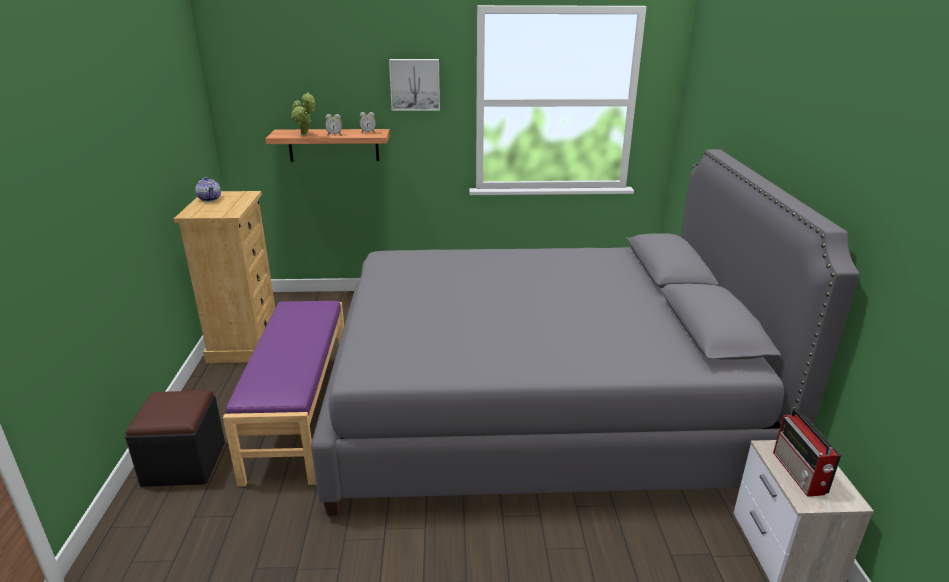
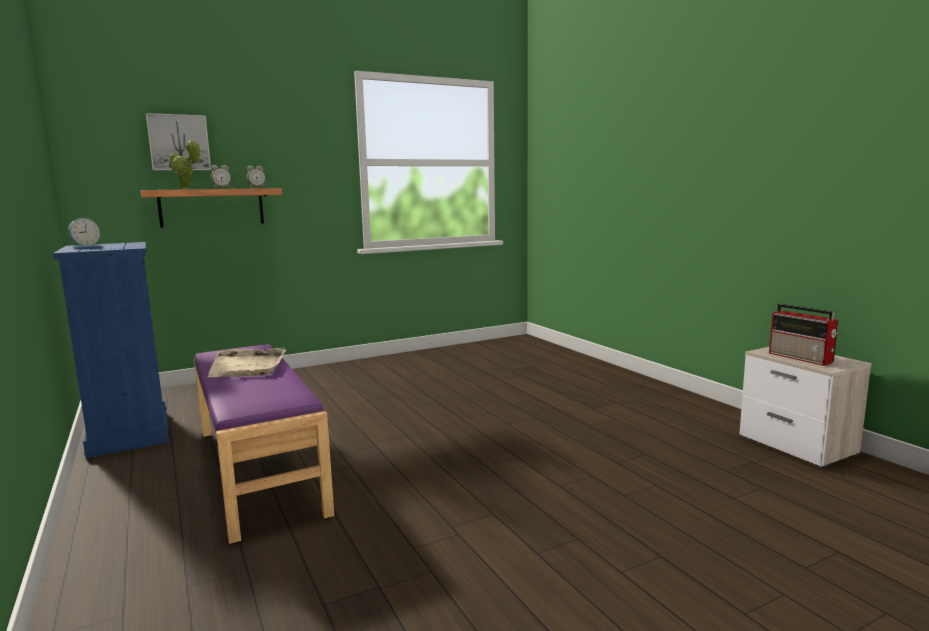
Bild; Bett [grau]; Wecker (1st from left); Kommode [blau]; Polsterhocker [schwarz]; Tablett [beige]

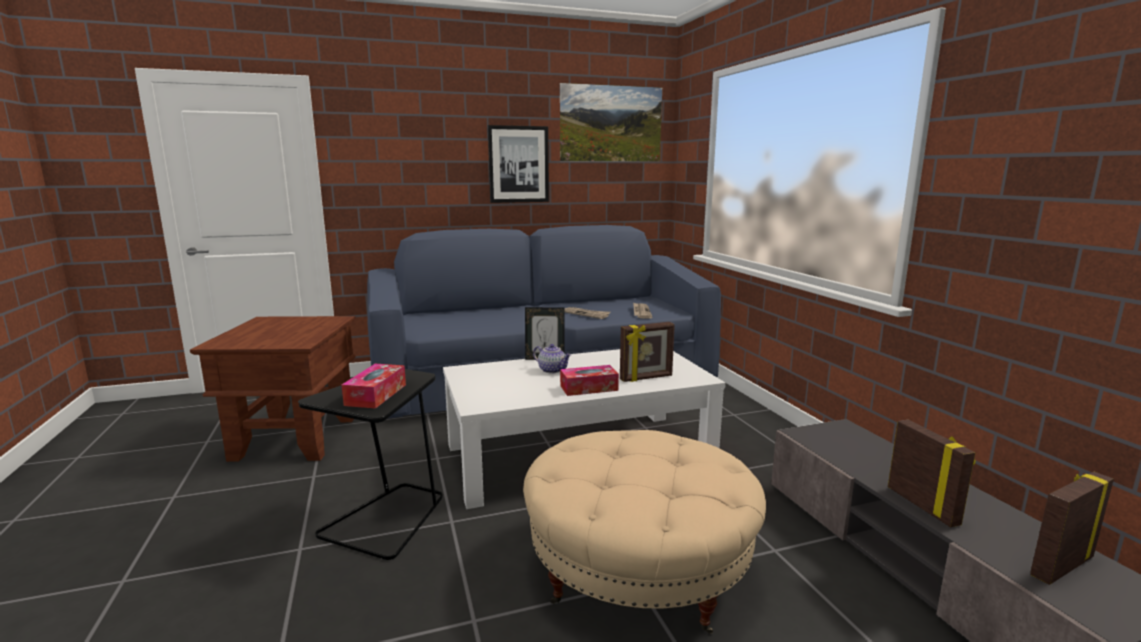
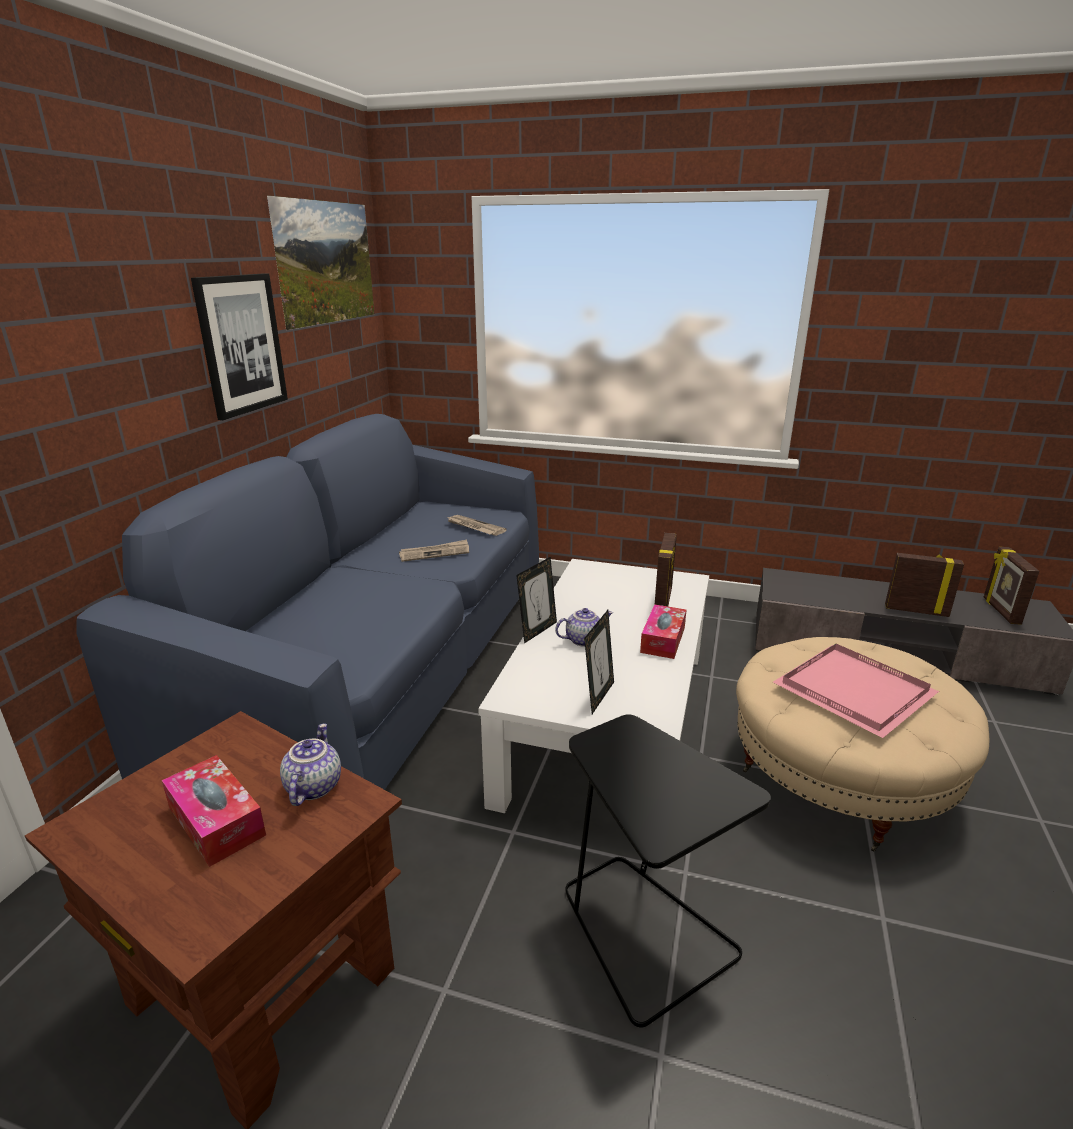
Taschentuchbox (1st from left); Bilderrahmen (2nd from left); Tablett [rosa]; Teekanne (1st from left)

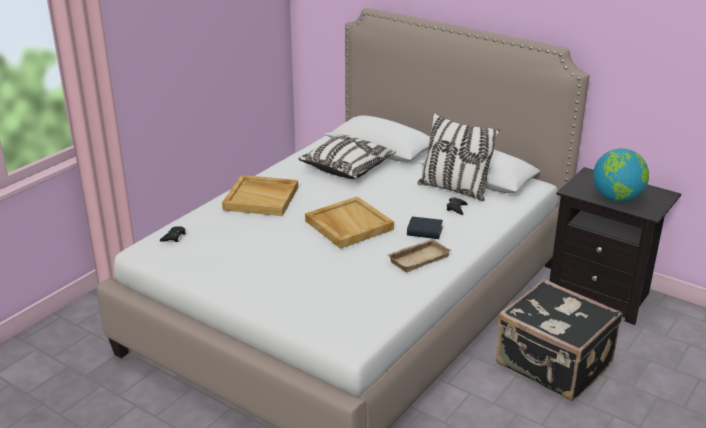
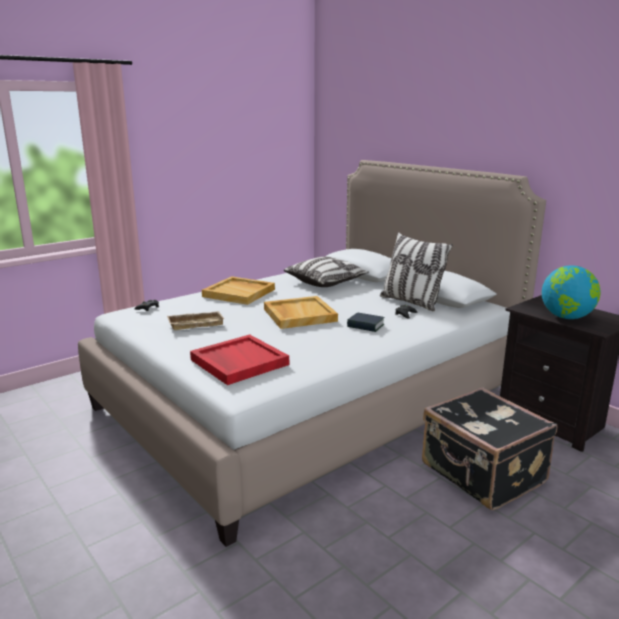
Tablett [beige] (1st from left); Tablett [rot]

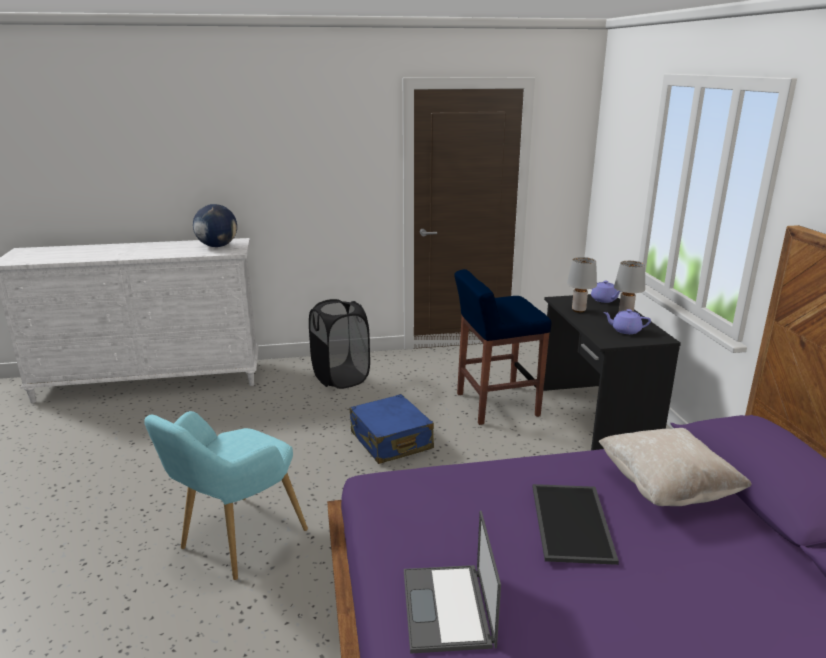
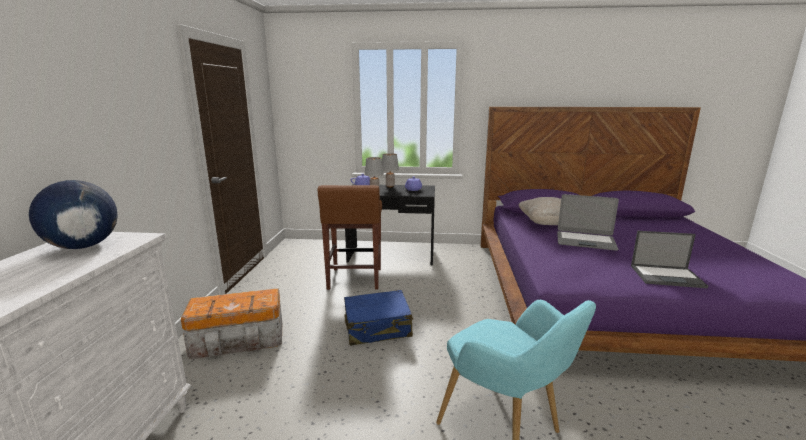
Hocker [braun]; Aufbewahrungsbox; Laptop (1st from left)

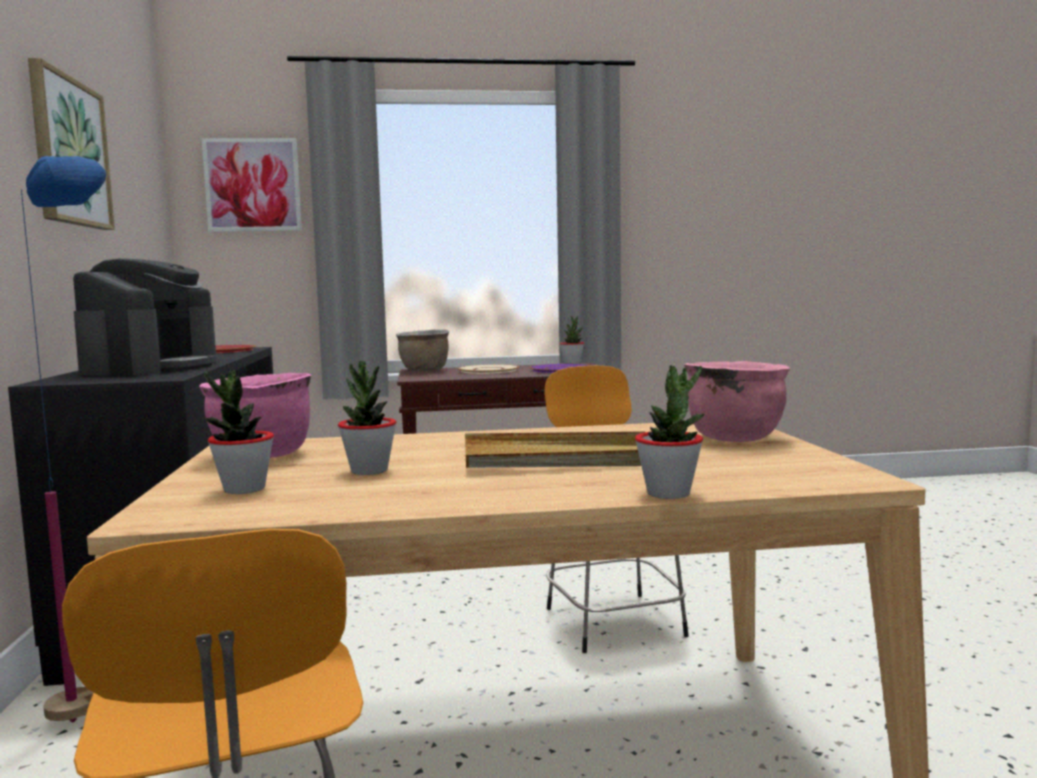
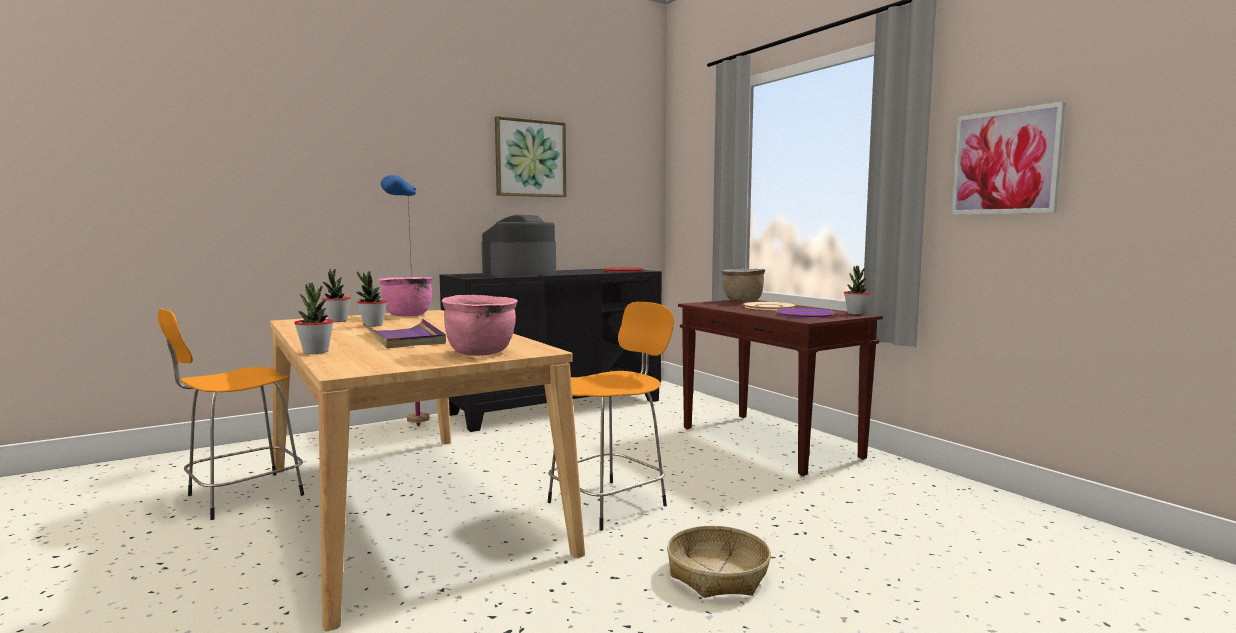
Bild (2nd from left); Kaffeemaschine; Tablett [lila]; Korb

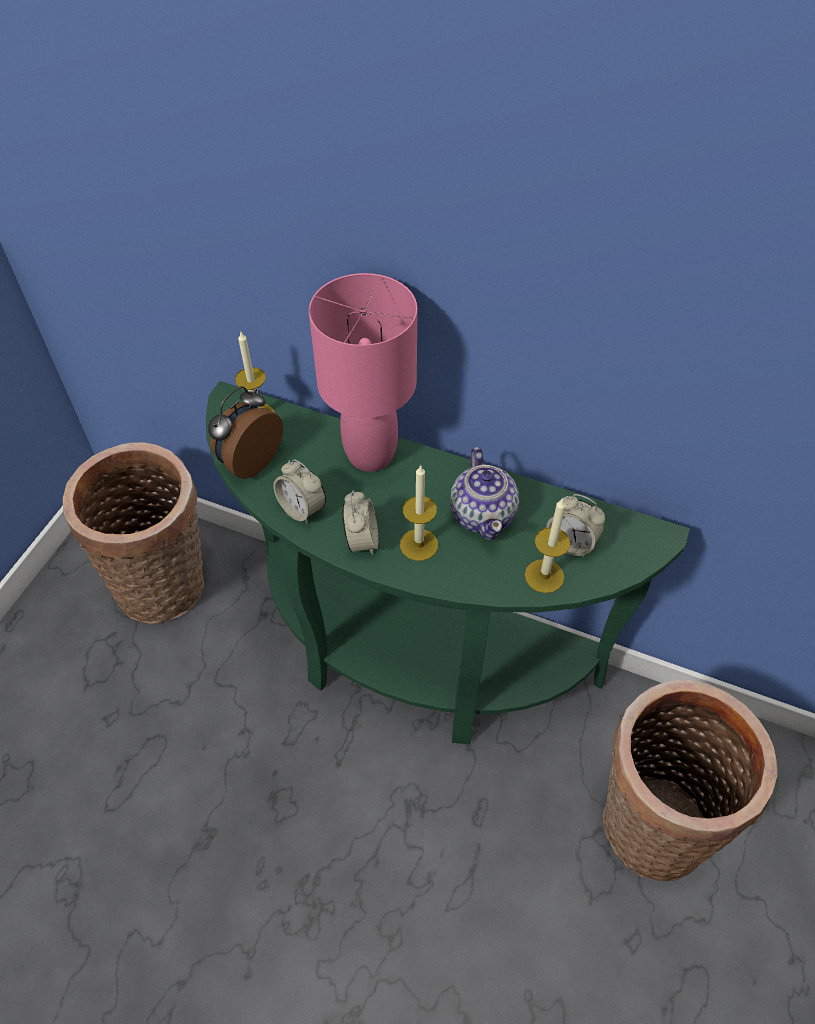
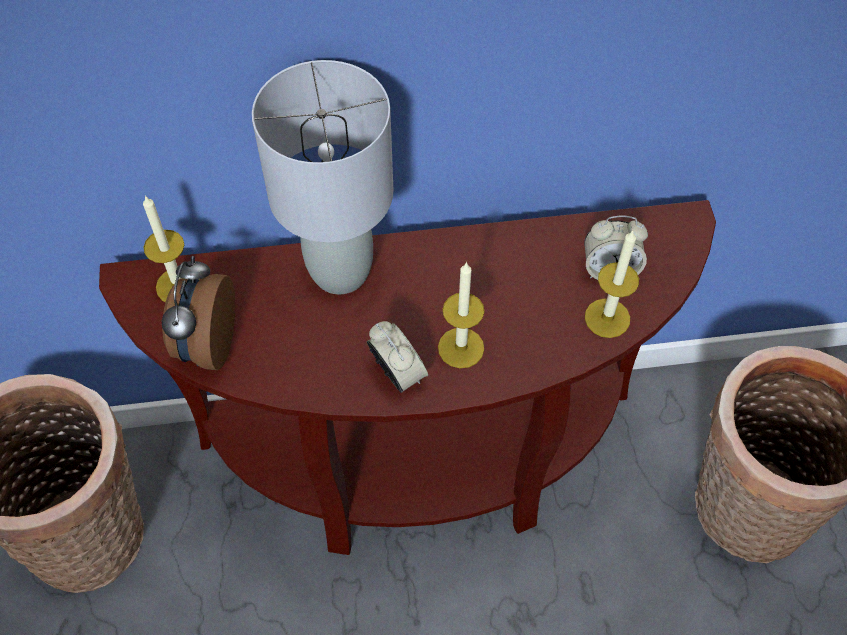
Tischlampe [grau]; Konsolentisch [braun]; Teekanne; Wecker (2nd from left in the first image)

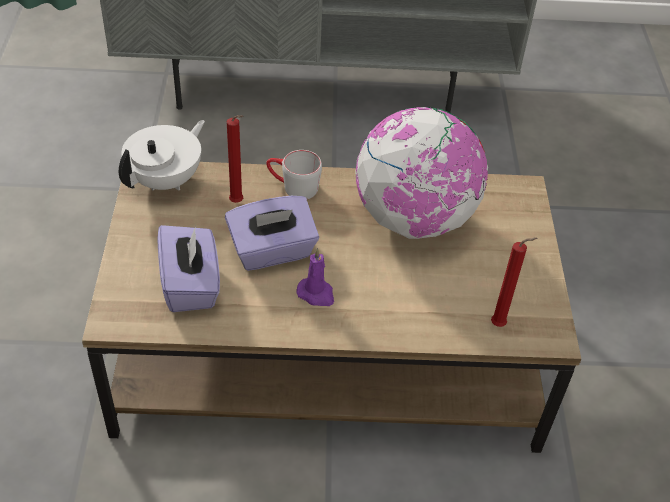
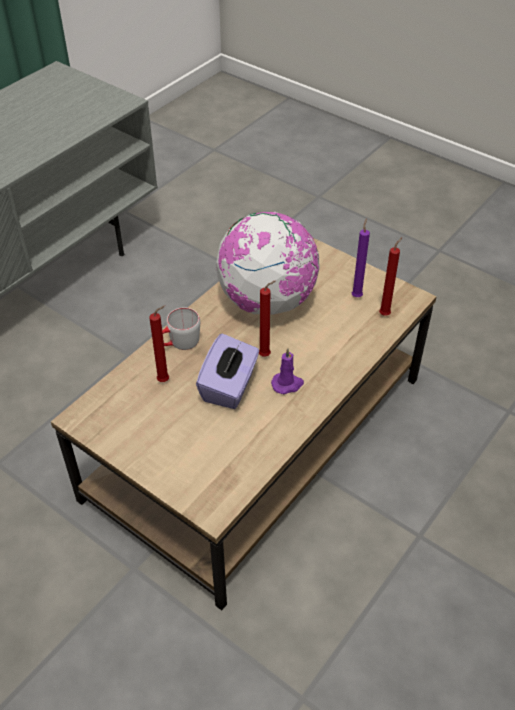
Teekanne [weiß]; Taschentuchbox [lila] (1st from left in the first image); Kerze [lila] (2nd from left); Kerze [rot] (2nd from left)

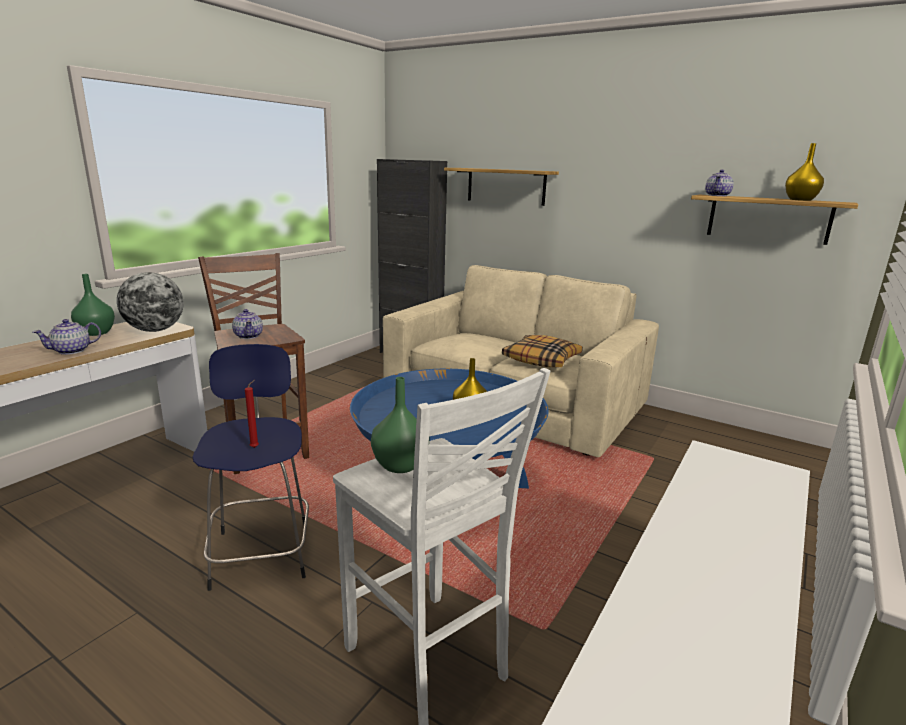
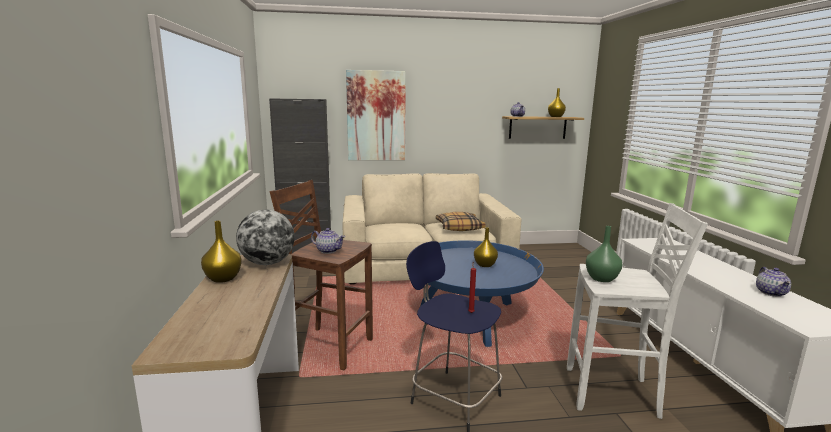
Bild; Vase [gelb] (1st from left); Teekanne (3rd from left)

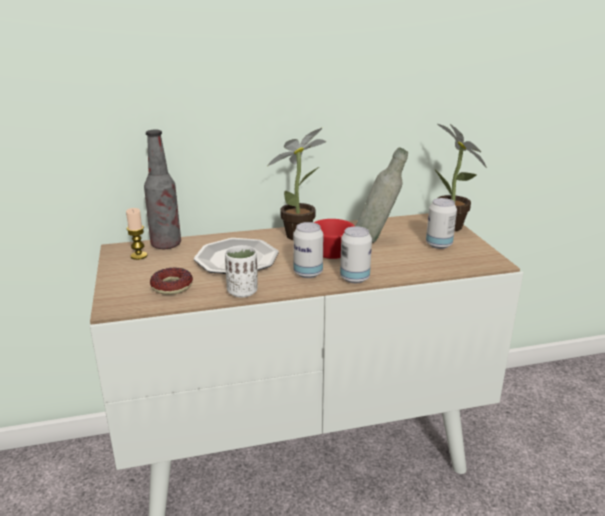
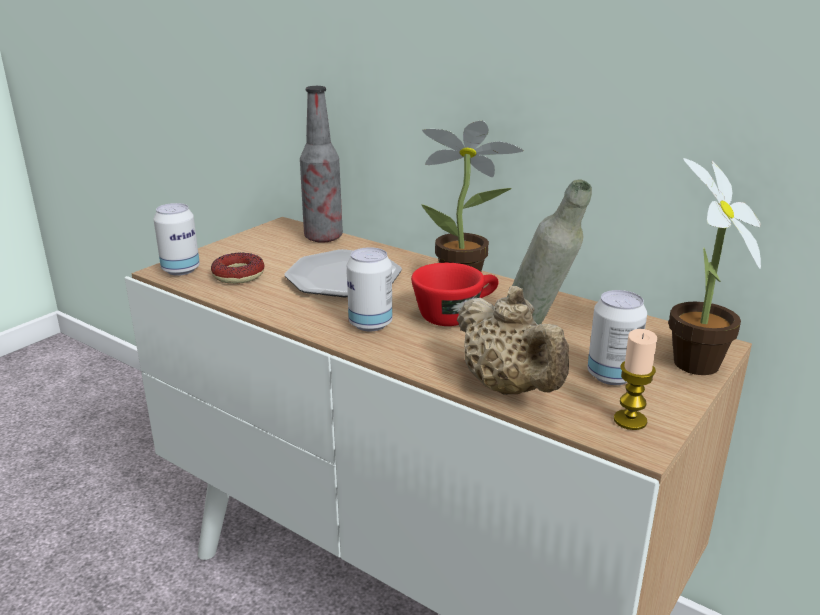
Kerze; Dose (1st from left); Tasse [weiß]; Teekanne [beige]

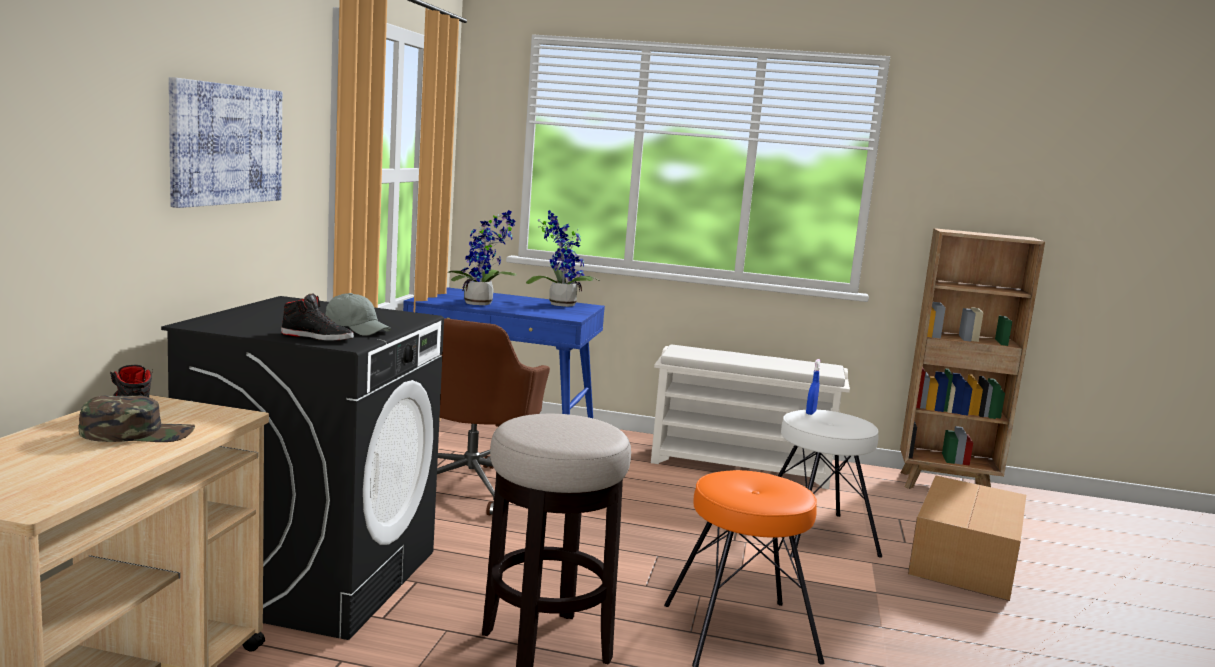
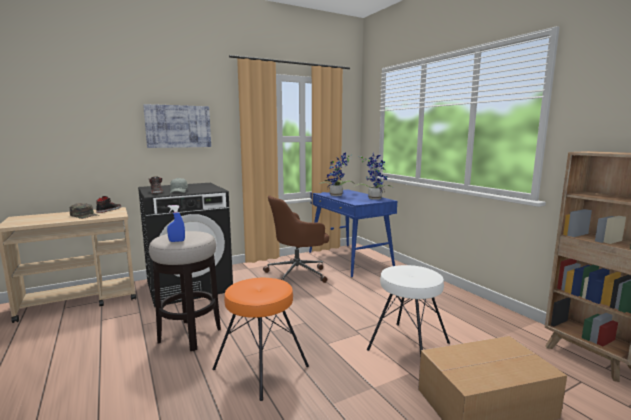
Schuhregal [weiß]; Sprühflasche [blau]

